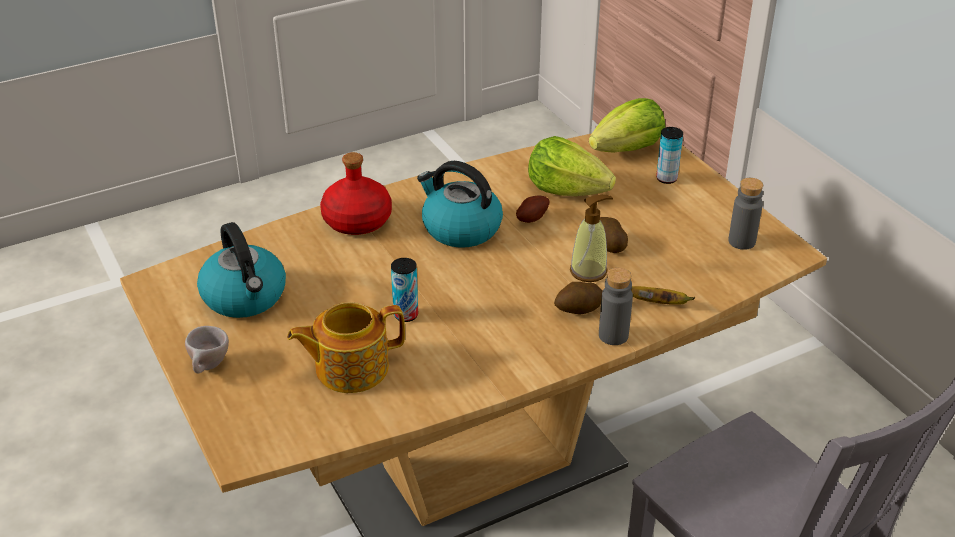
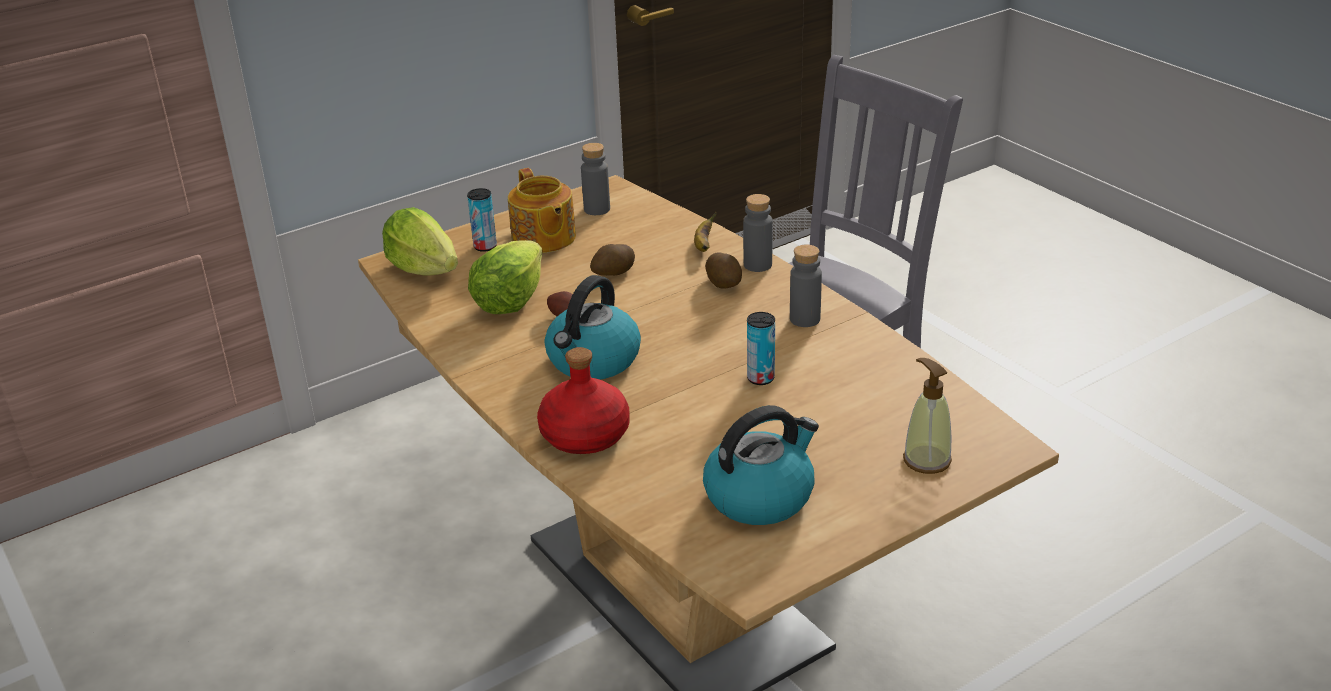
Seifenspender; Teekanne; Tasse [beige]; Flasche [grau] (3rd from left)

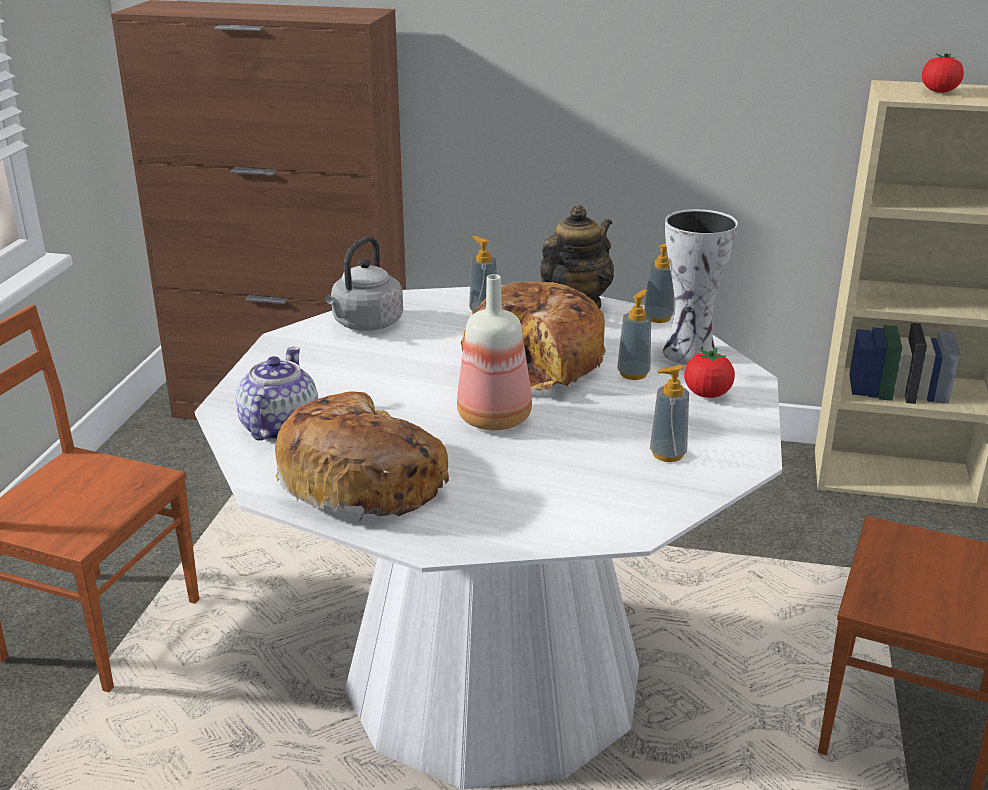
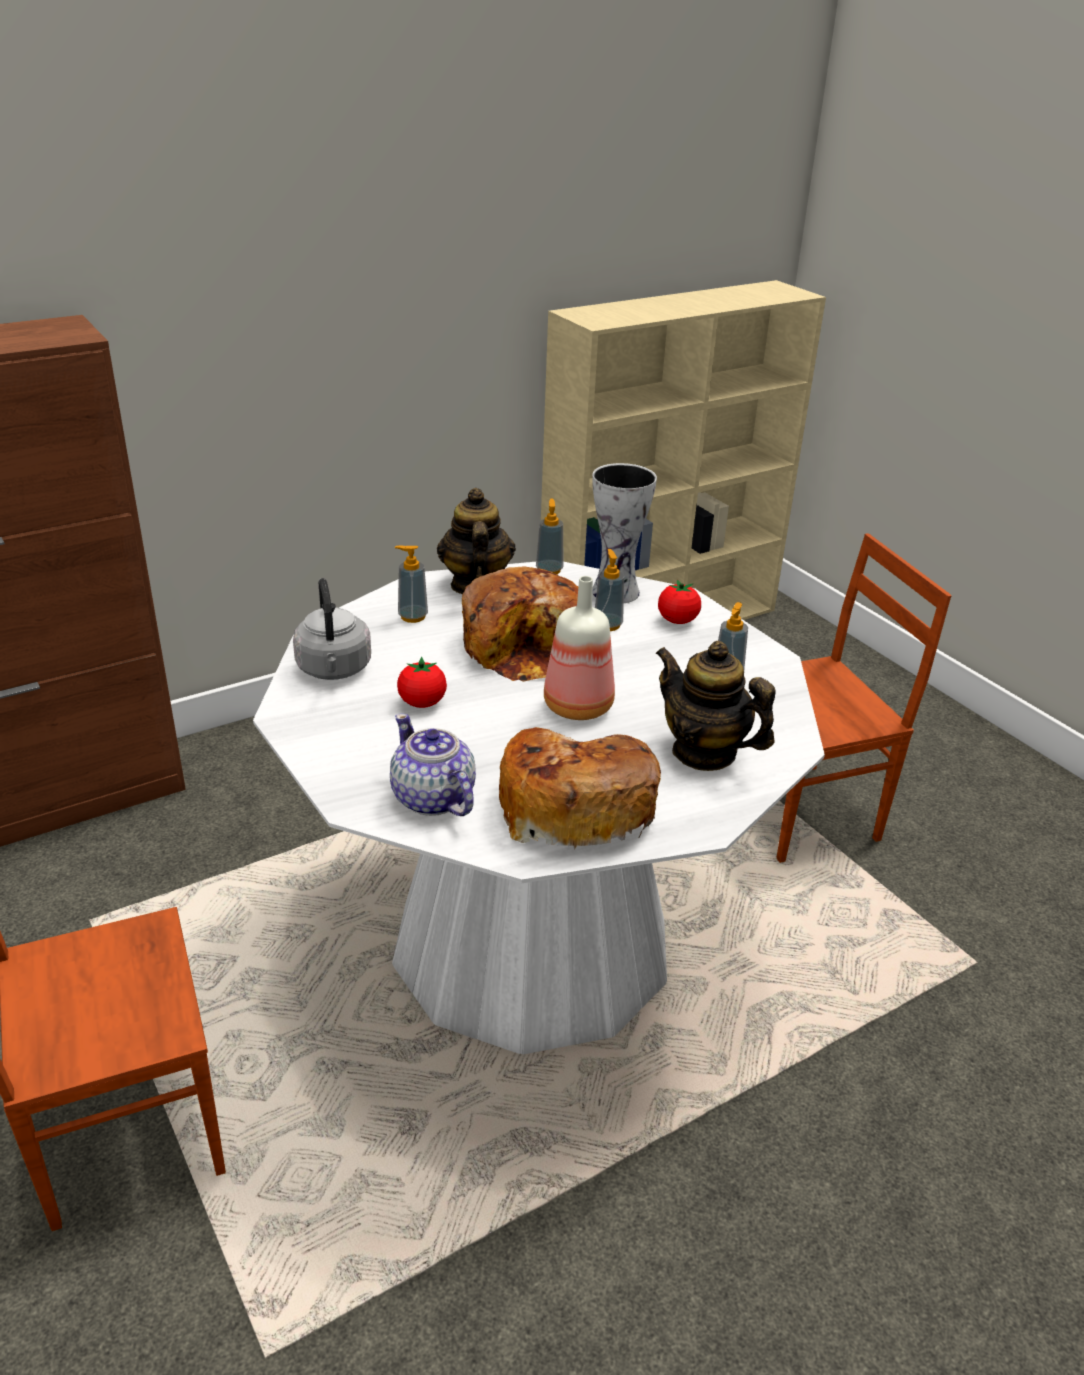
Tomate (1st from left); Teekanne (3rd from left)

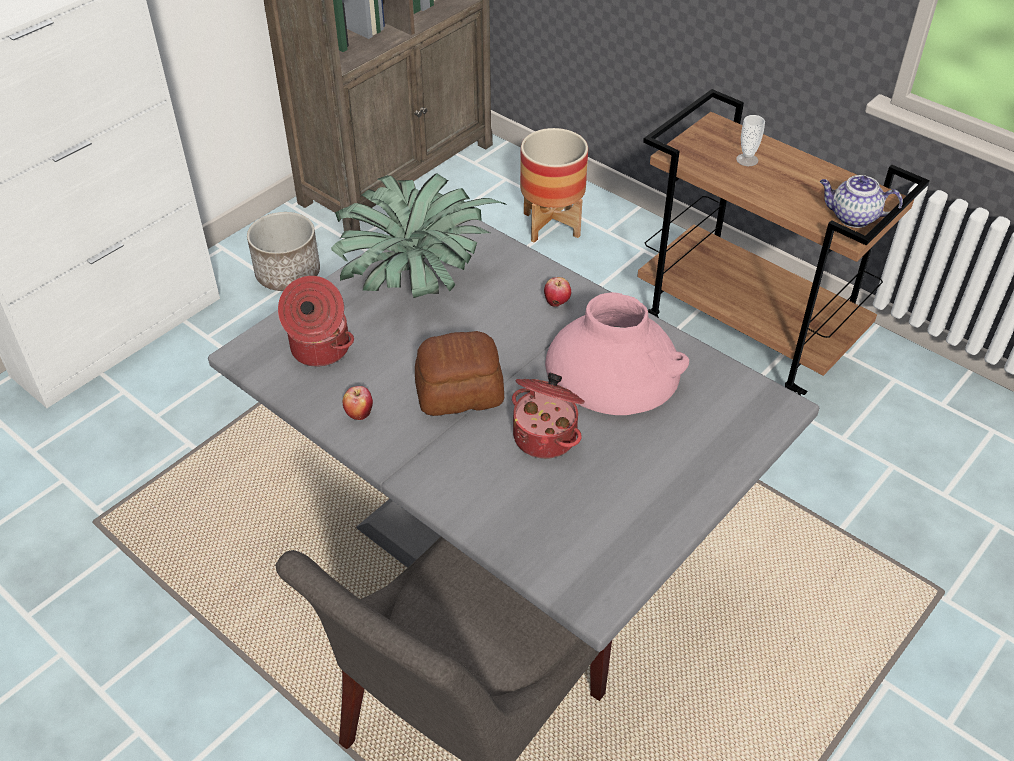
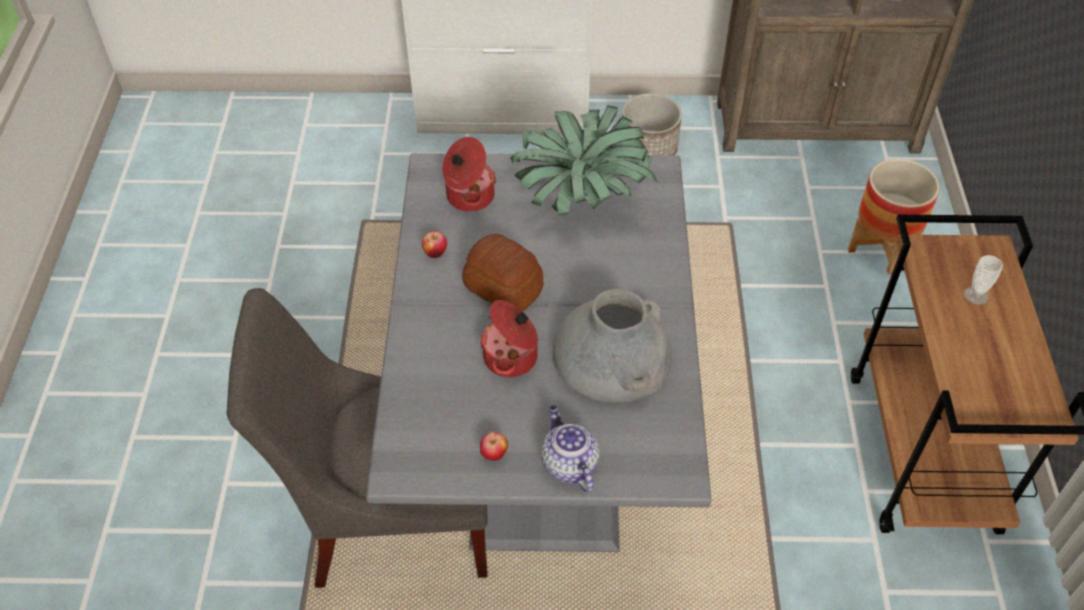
Teekanne; Apfel (2nd from left); Vase [grau]

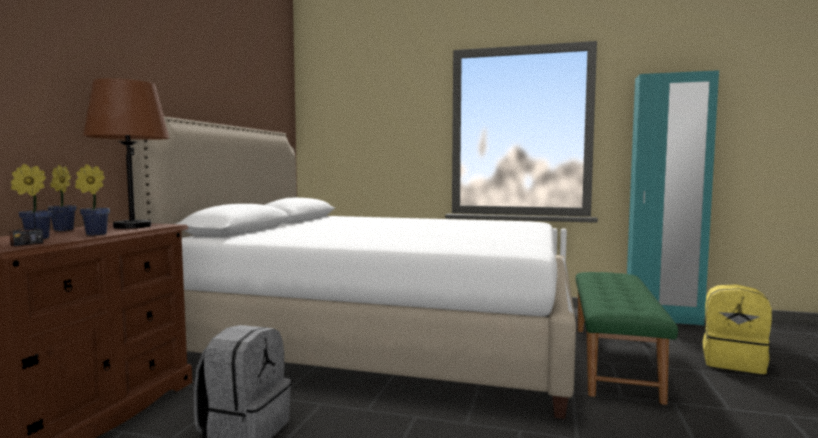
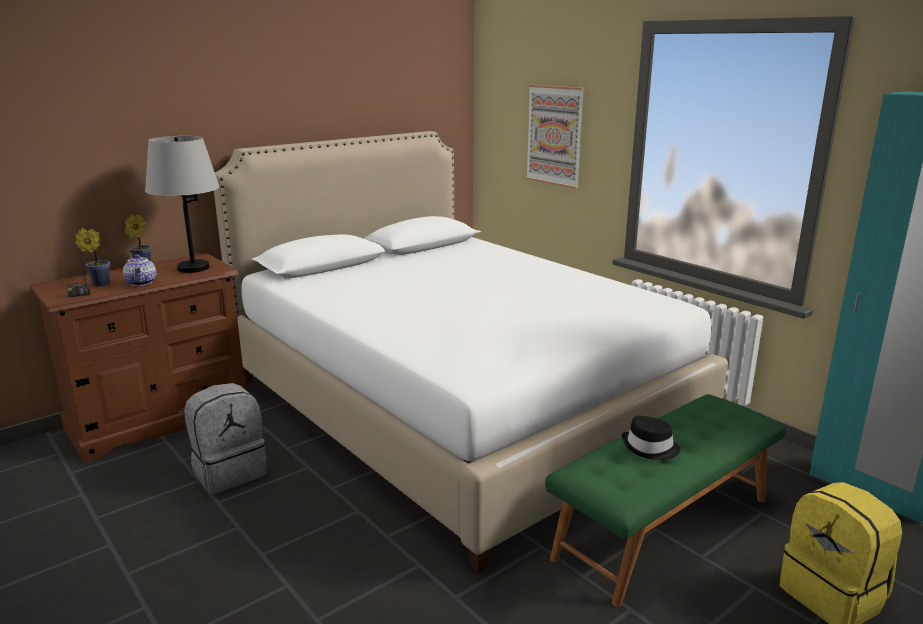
Tischlampe [grau]; Teekanne; Bild; Hut [schwarz]

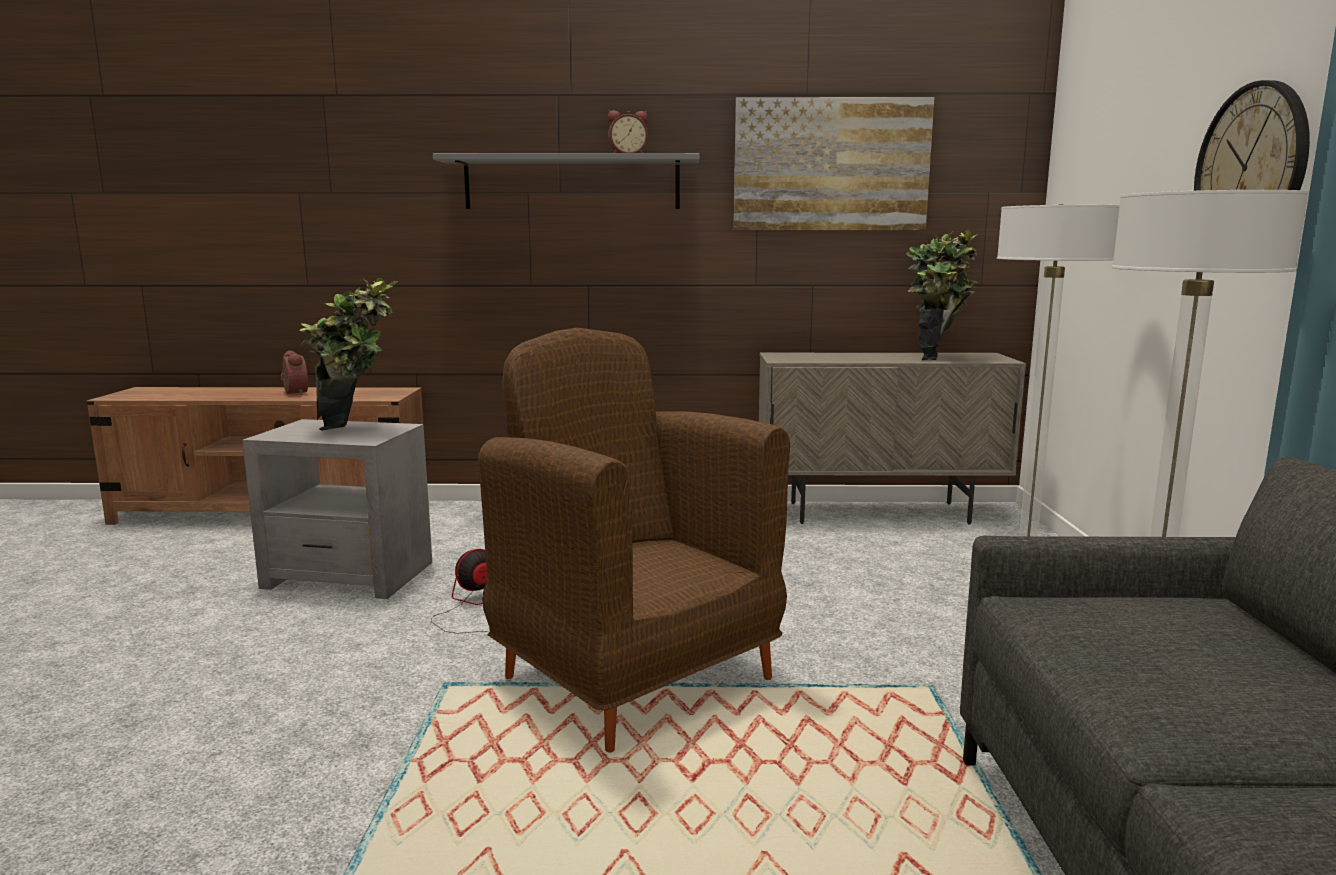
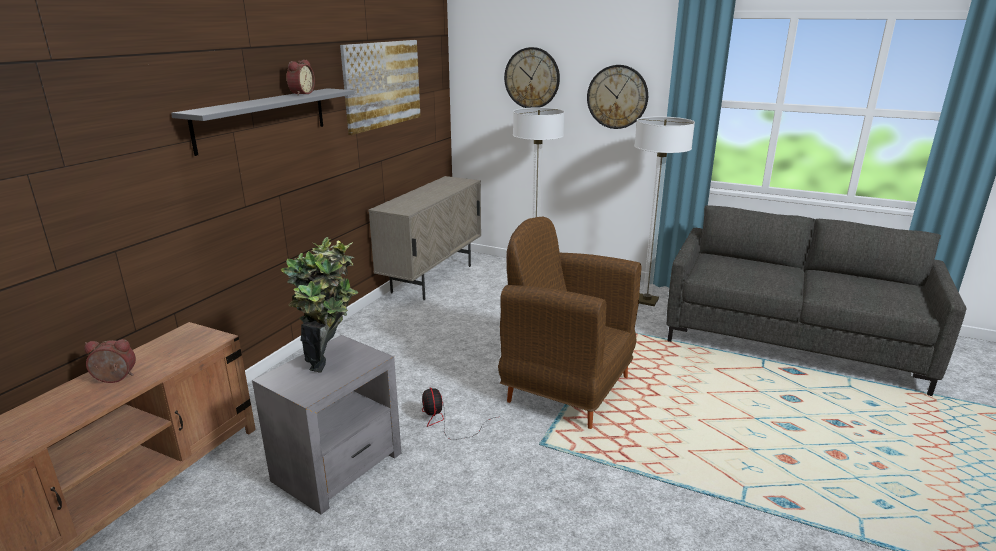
Topfpflanze (2nd from left in the first image); Sessel [braun]; Wanduhr (1st from left)

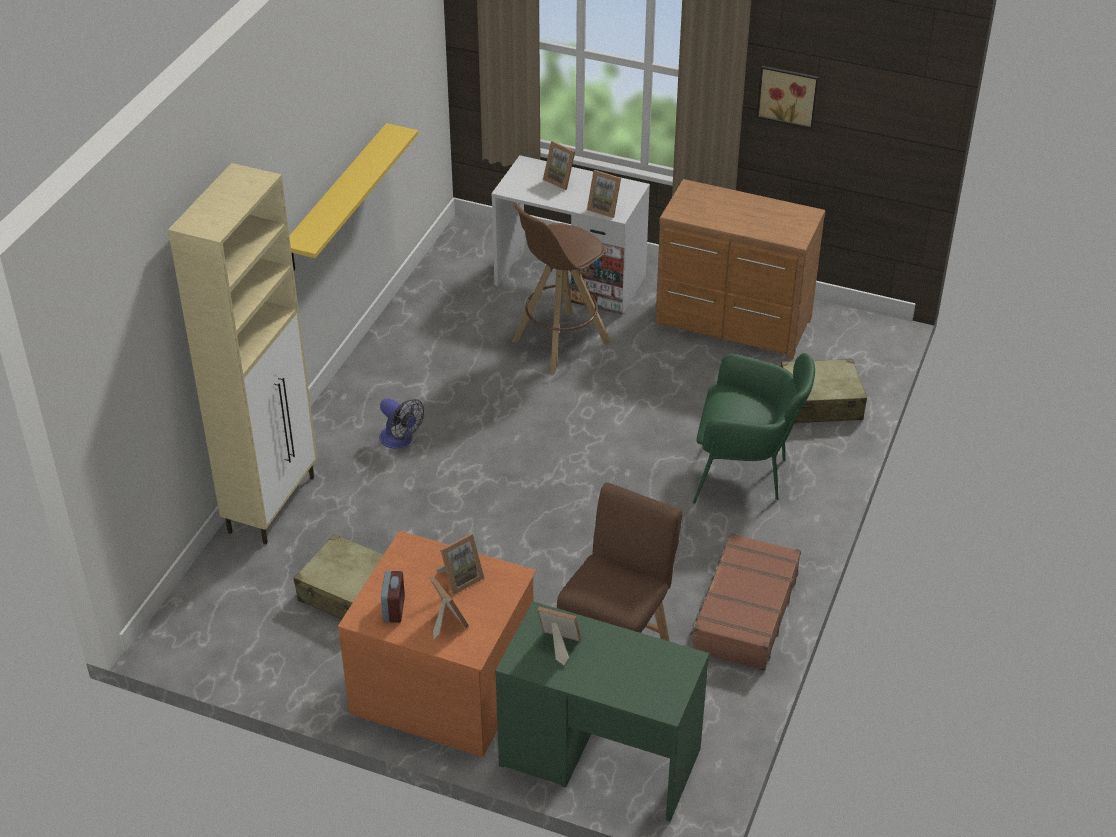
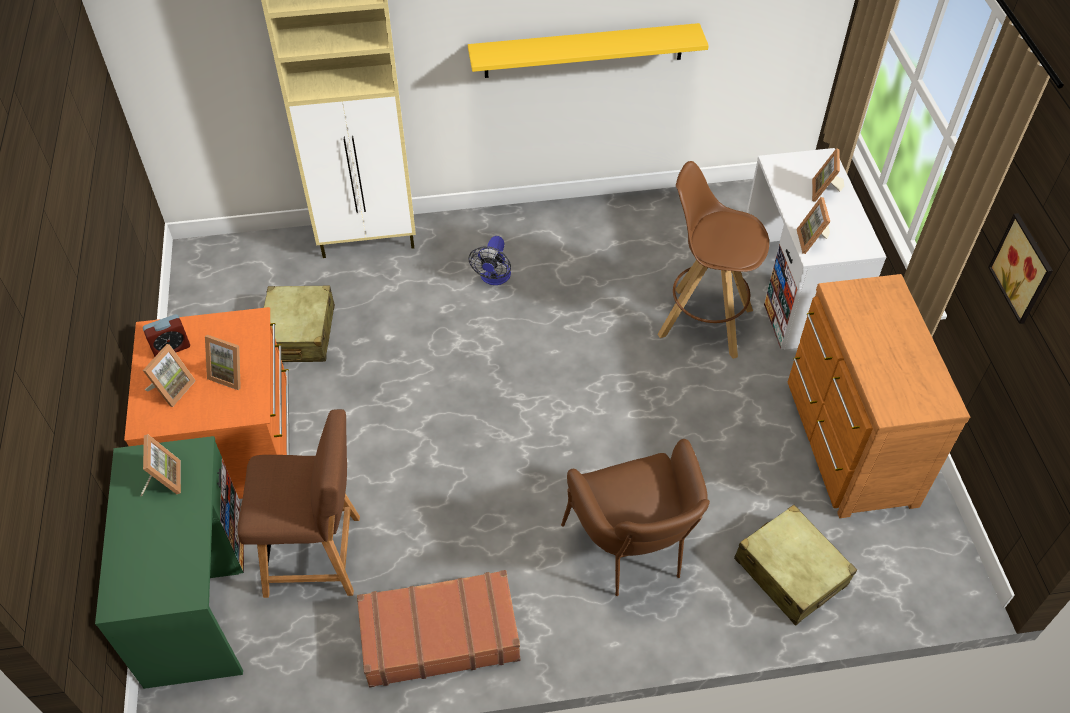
Sessel [braun]

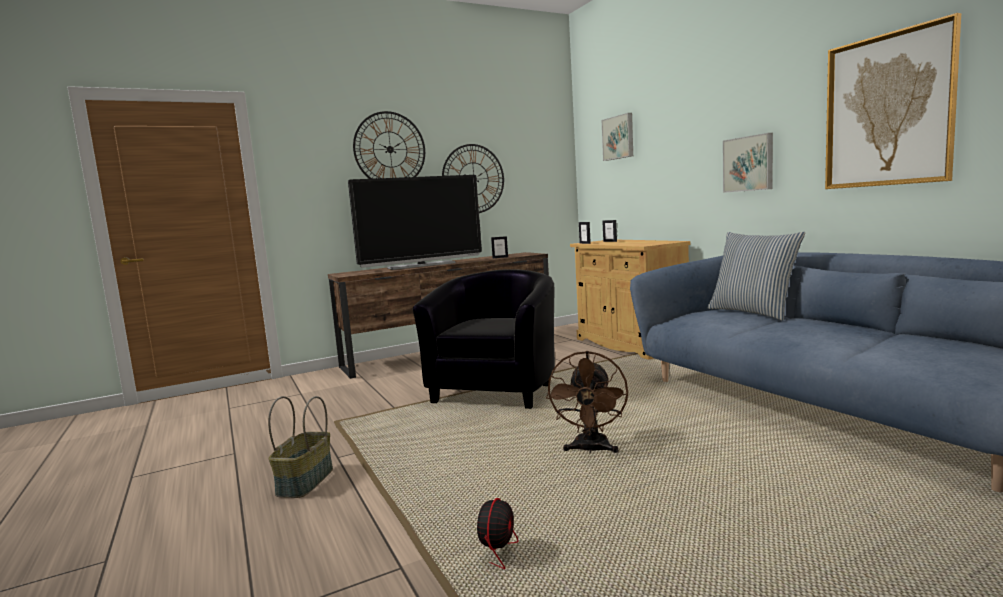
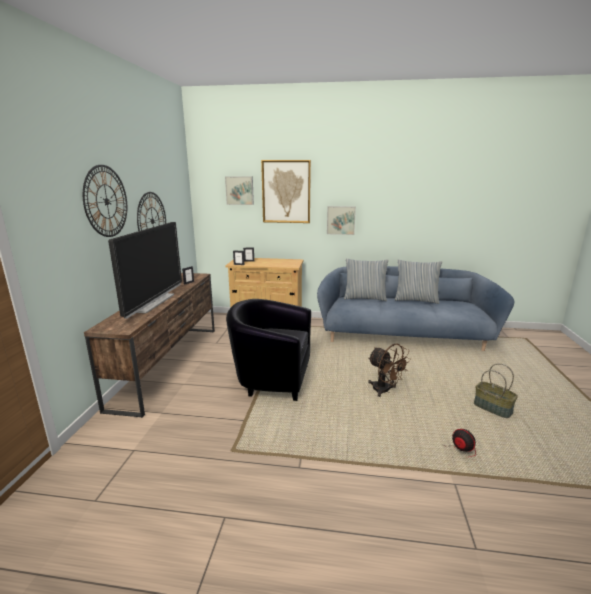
Bild (2nd from left); Sessel [schwarz]; Korb; Kissen (2nd from left)

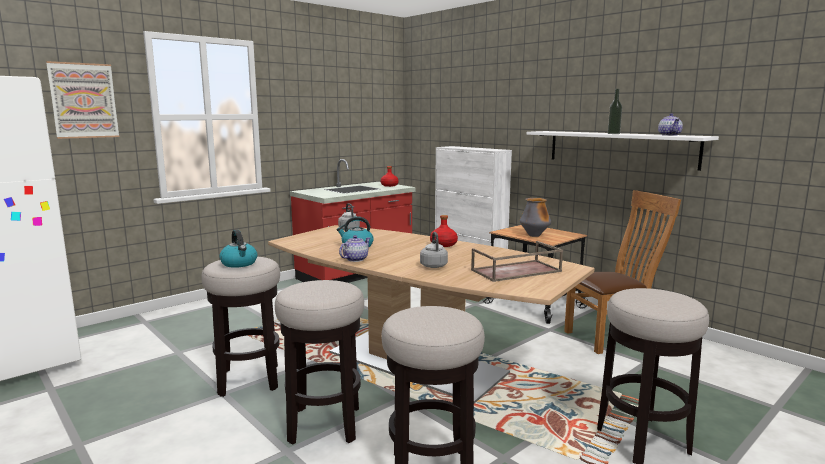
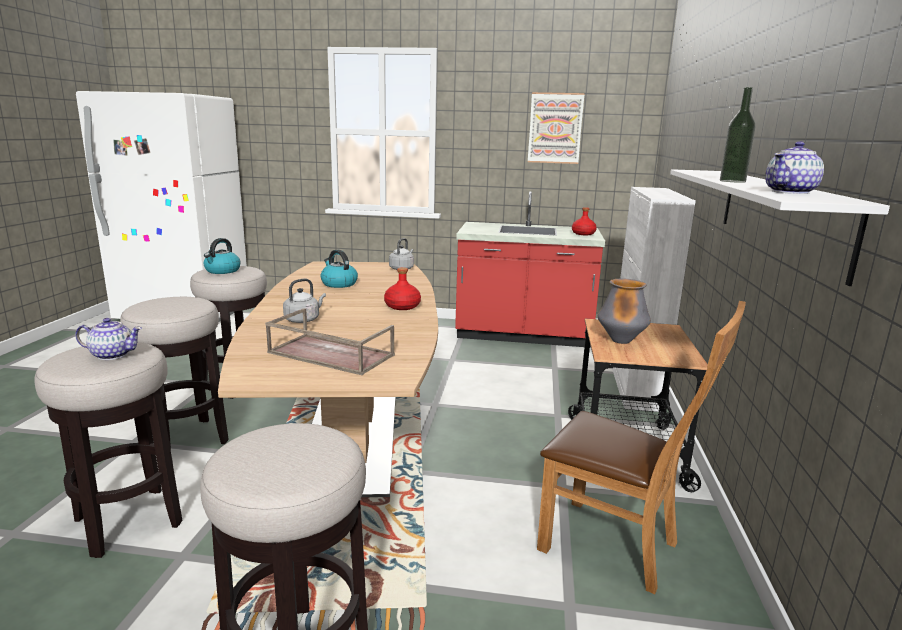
Bild; Teekanne (1st from left)

